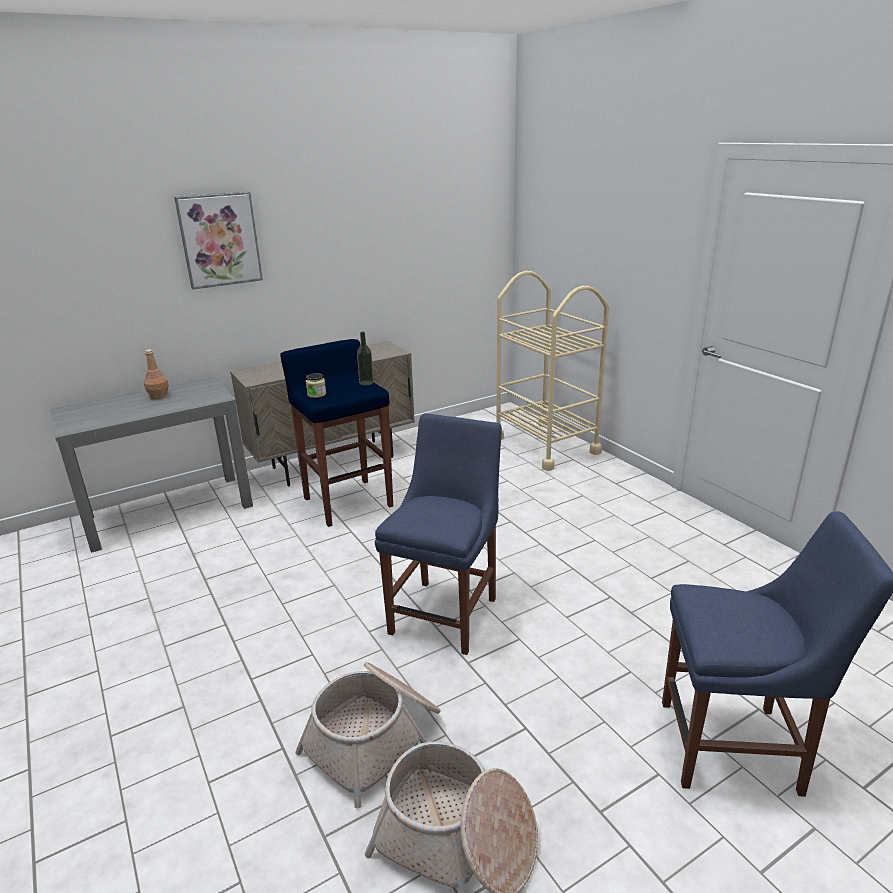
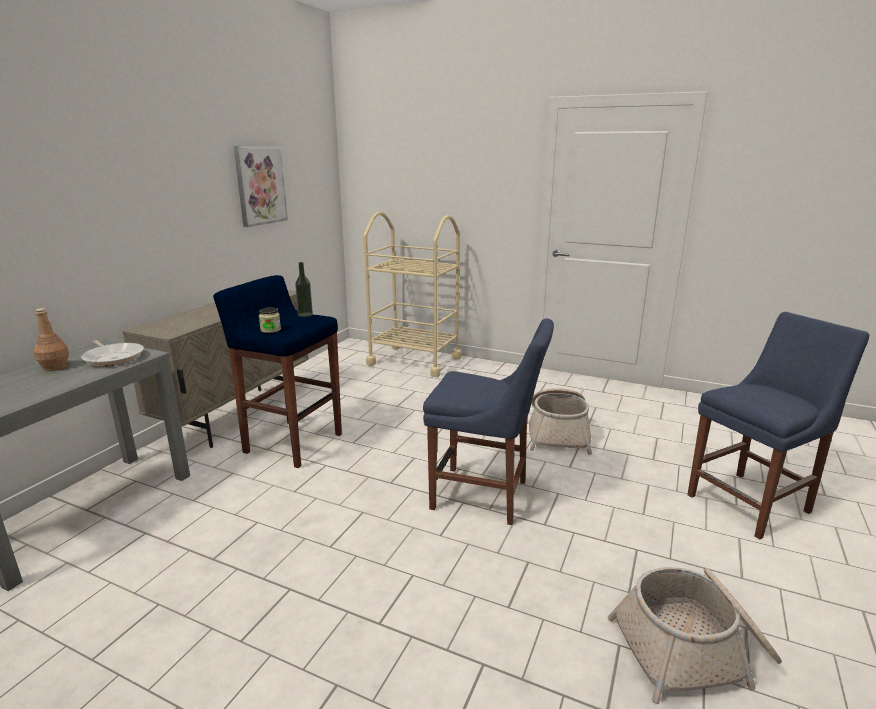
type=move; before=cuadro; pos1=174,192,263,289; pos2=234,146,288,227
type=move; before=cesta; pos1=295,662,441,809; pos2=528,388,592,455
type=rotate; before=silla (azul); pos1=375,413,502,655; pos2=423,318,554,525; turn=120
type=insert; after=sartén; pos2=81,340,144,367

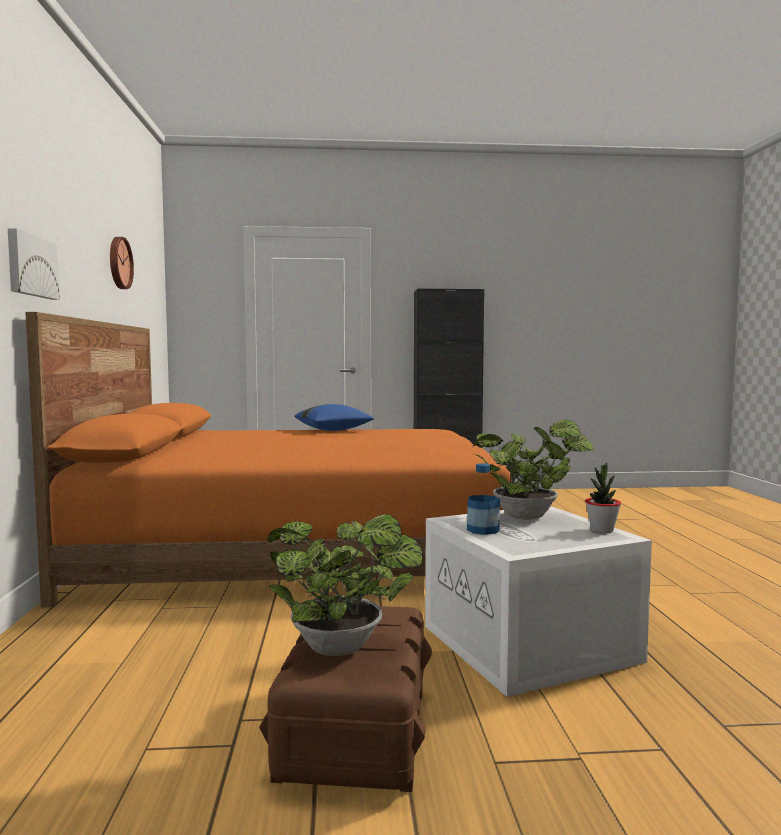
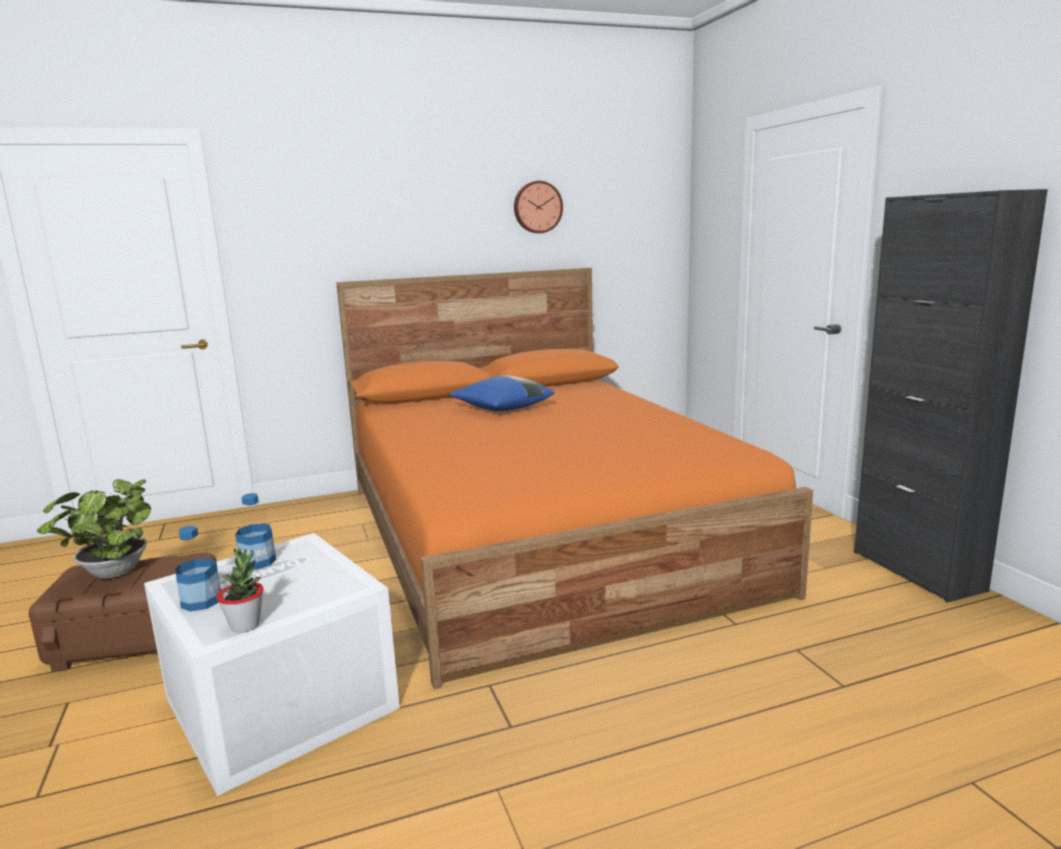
type=delete; before=cuadro; pos1=8,228,60,300
type=move; before=cojín (azul); pos1=294,404,374,431; pos2=449,375,554,411
type=delete; before=planta en maceta; pos1=472,419,594,520
type=insert; after=botella; pos2=175,526,221,612

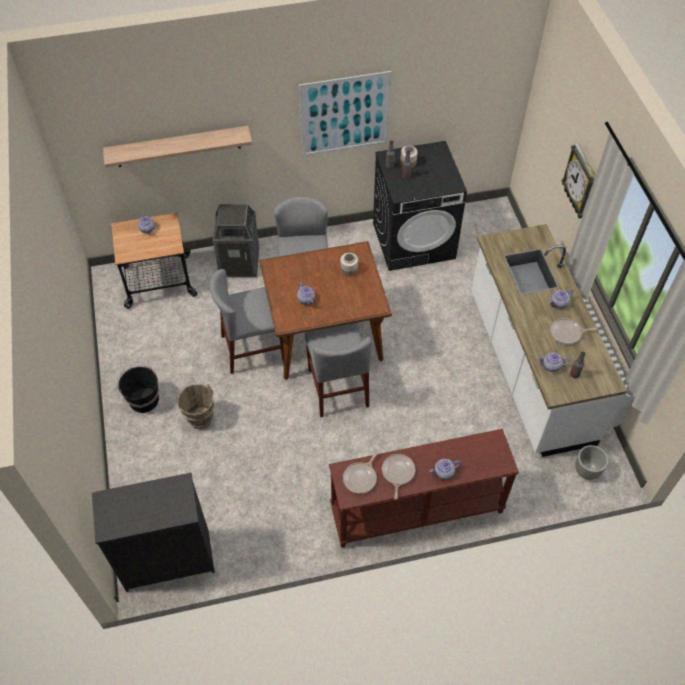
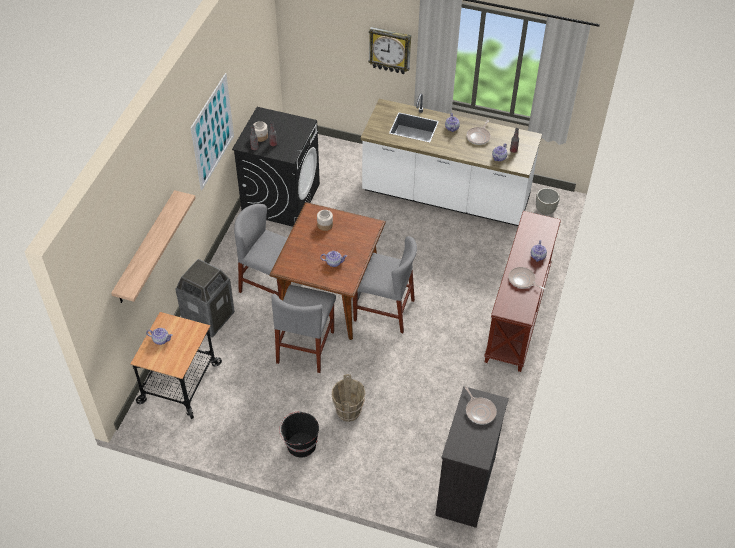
type=move; before=sartén; pos1=343,451,378,494; pos2=465,386,497,424

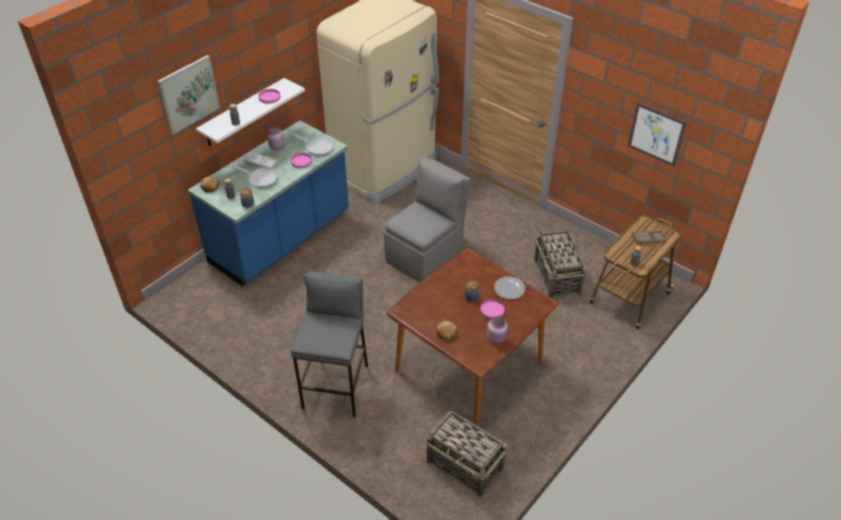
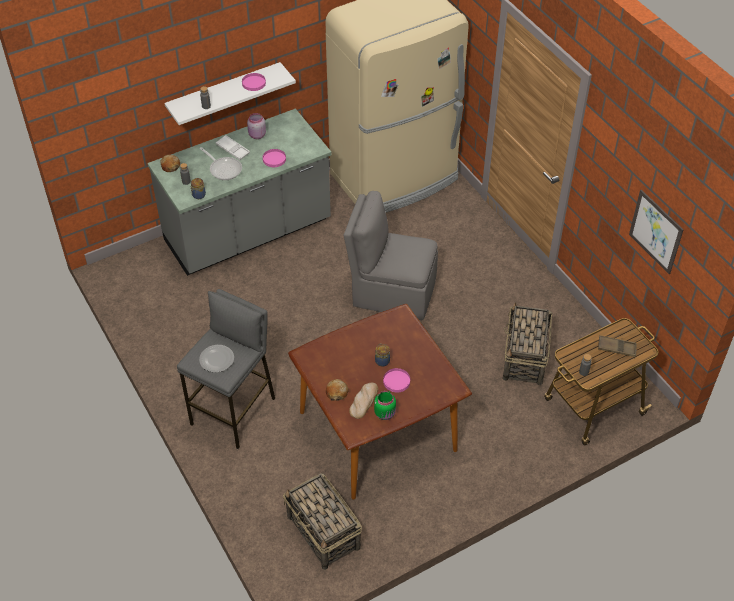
type=delete; before=cuadro; pos1=157,55,220,135
type=recolor; before=mueble bajo de cocina (azul); after=mueble bajo de cocina (gris); pos1=188,120,349,286; pos2=148,109,331,276
type=delete; before=sartén; pos1=292,133,334,156
type=rotate; before=silla (gris); pos1=384,158,470,282; pos2=344,191,438,320; turn=-135
type=recolor; before=tarro (rosa); after=tarro (verde); pos1=487,316,508,344; pos2=374,391,396,420
type=move; before=plato; pos1=494,277,525,299; pos2=199,345,234,372
type=insert; after=pan; pos2=349,383,378,419

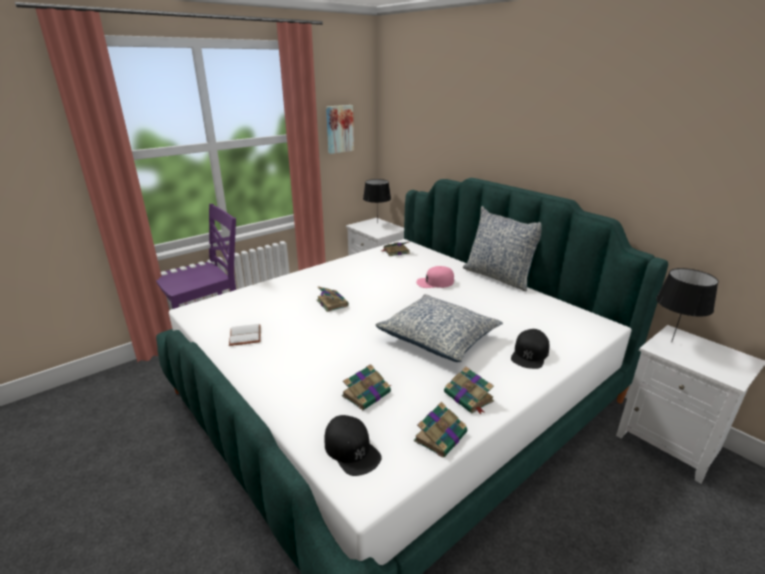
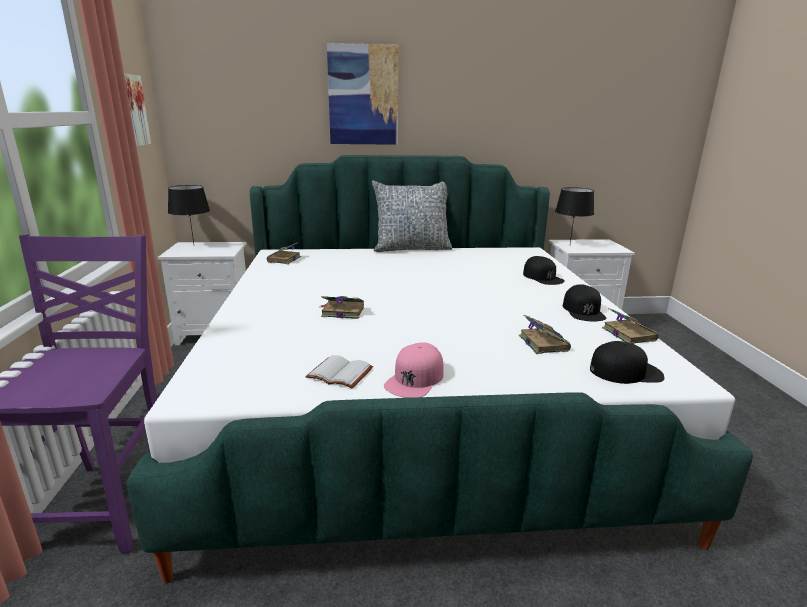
type=delete; before=cojín; pos1=376,294,503,362
type=move; before=gorra (rosa); pos1=416,266,454,288; pos2=384,342,444,398
type=replace; before=libro; after=gorra (negro); pos1=444,366,494,414; pos2=563,284,606,321
type=insert; after=cuadro; pos2=327,43,399,145

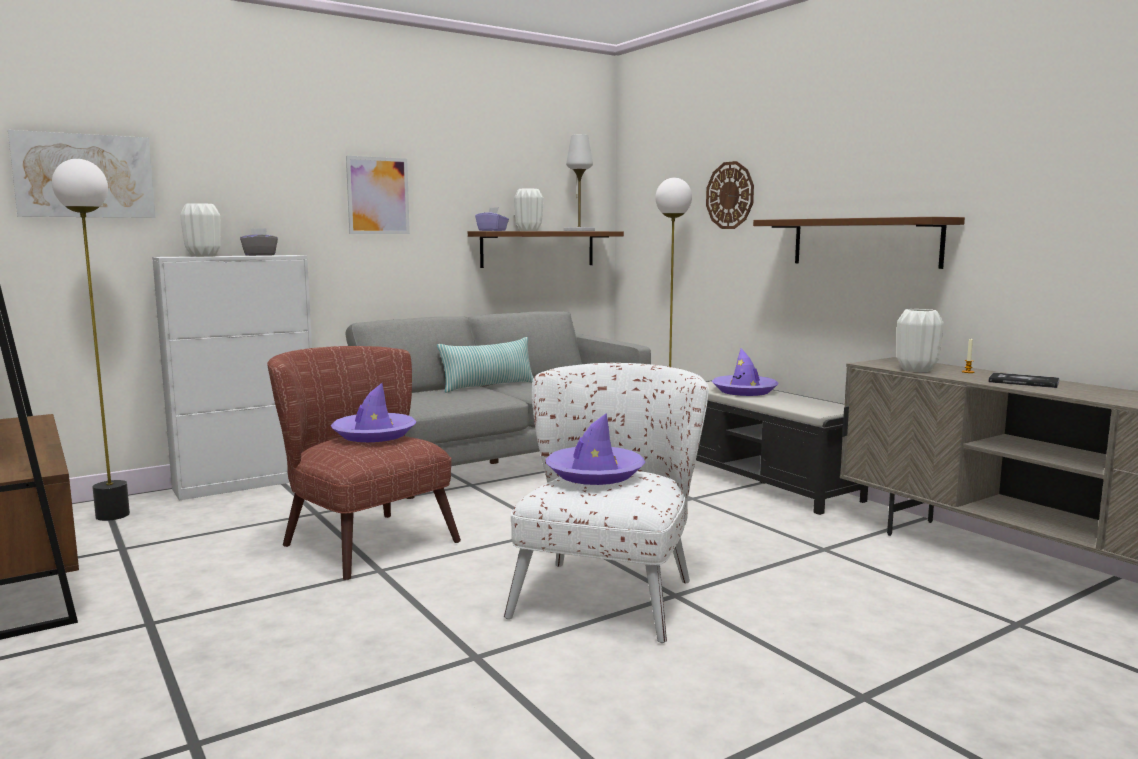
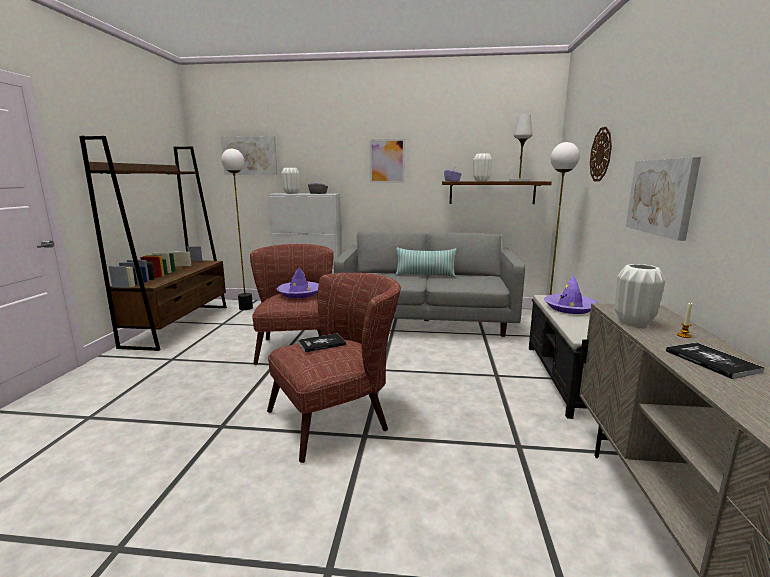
type=recolor; before=sillón (blanco); after=sillón (marrón); pos1=504,363,709,643; pos2=267,273,401,463
type=replace; before=sombrero (morado); after=libro; pos1=546,414,645,485; pos2=298,333,346,352
type=replace; before=estante (marrón); after=cuadro; pos1=753,217,965,269; pos2=626,157,701,241

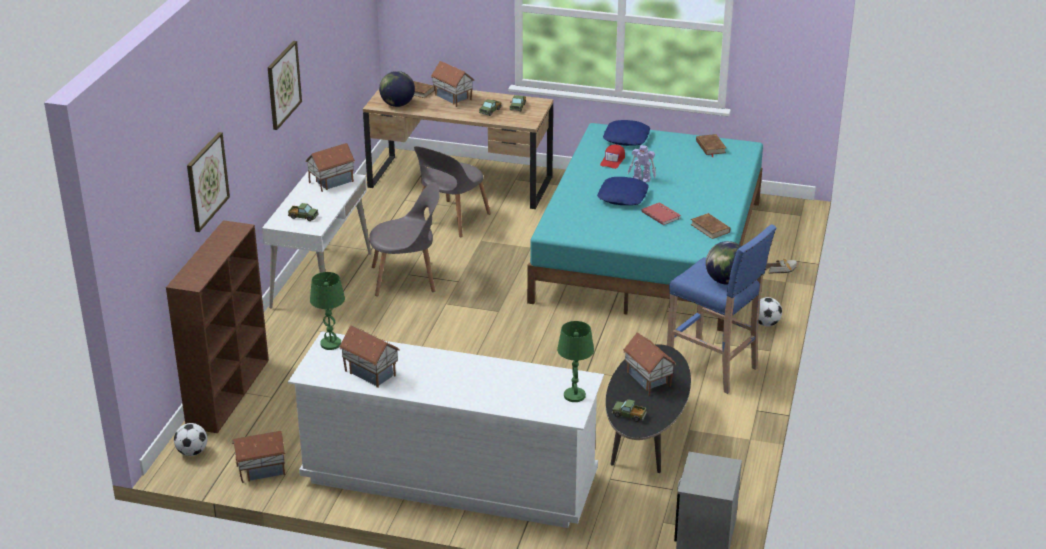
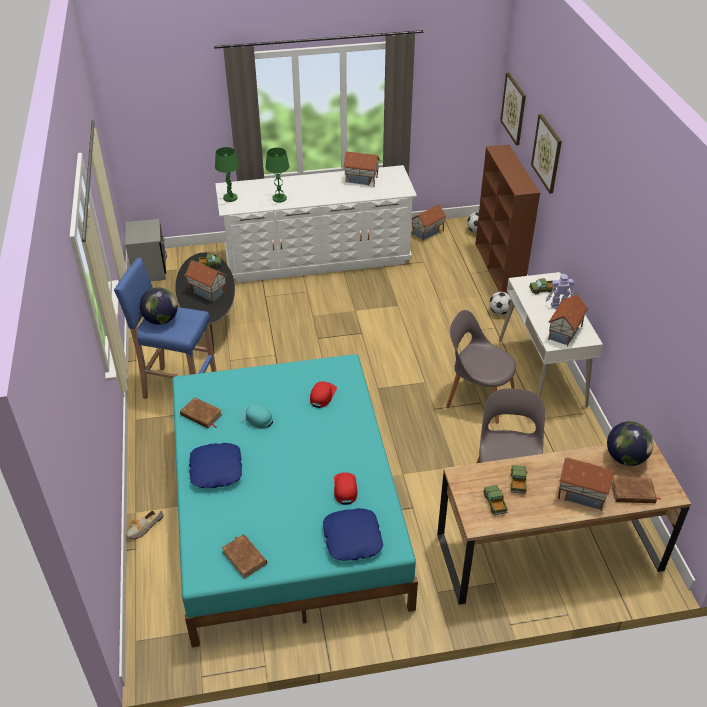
type=move; before=cuadro; pos1=268,41,302,130; pos2=500,73,526,145
type=move; before=lámpara de mesa (verde); pos1=310,272,345,350; pos2=266,148,289,203
type=rotate; before=silla (gris); pos1=369,182,440,296; pos2=446,310,516,424; turn=60
type=move; before=cojín (azul); pos1=597,177,649,205; pos2=189,443,242,488
type=move; before=robot de juguete; pos1=628,145,656,183; pos2=546,274,574,309
type=replace; before=libro (rojo); after=gorra (turquesa); pos1=642,202,681,225; pos2=236,404,273,429
type=move; before=balón de fútbol; pos1=758,297,782,326; pos2=489,292,511,315
type=insert; after=gorra (rojo); pos2=310,381,337,408

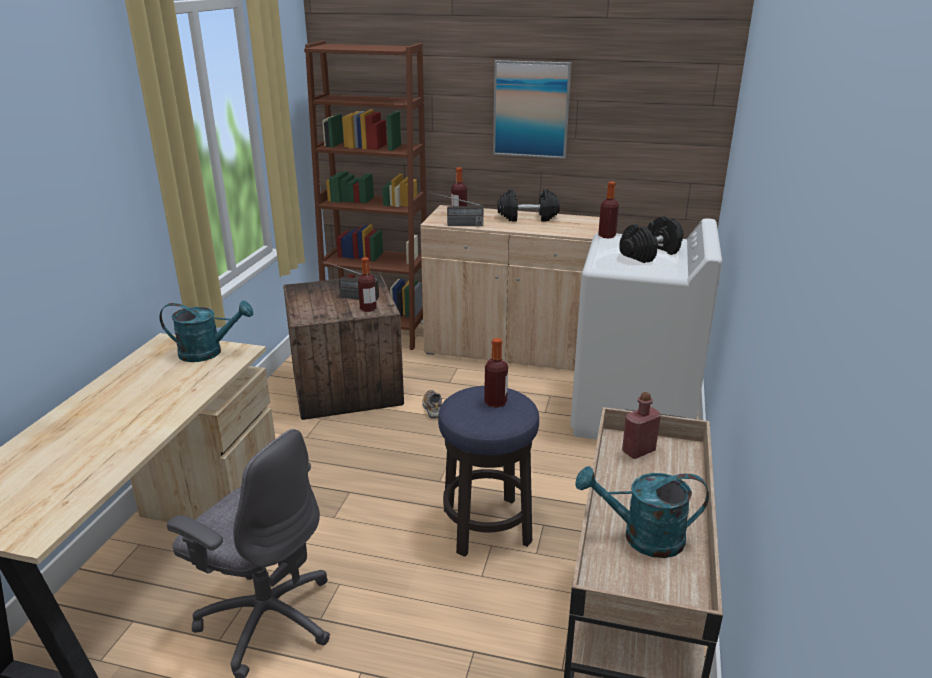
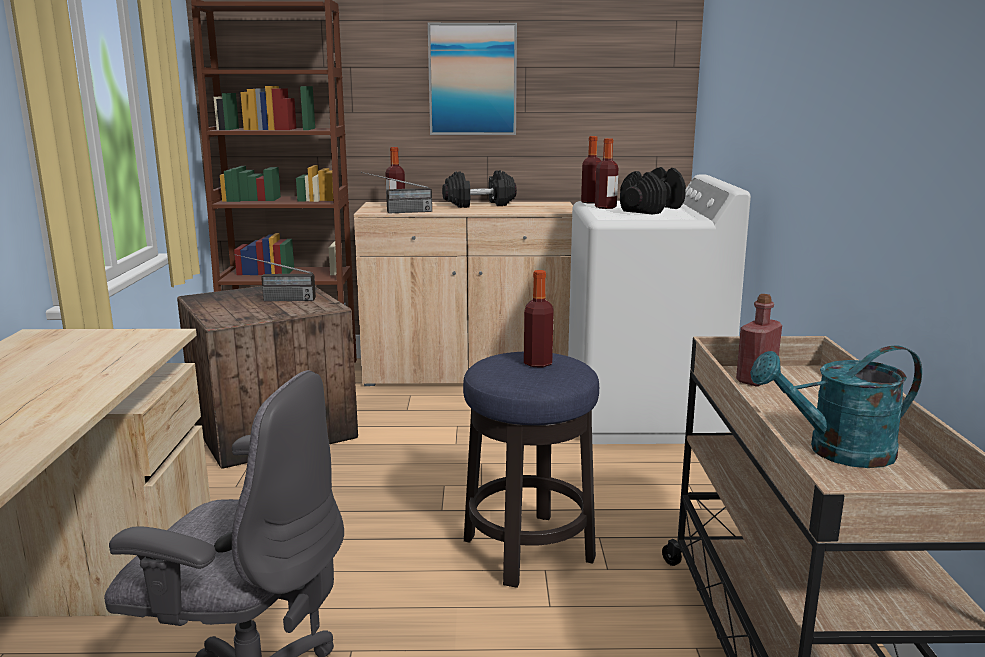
type=delete; before=regadera (turquesa); pos1=160,301,253,362
type=move; before=botella; pos1=358,257,377,312; pos2=595,138,618,209
type=delete; before=zapato; pos1=423,390,442,419

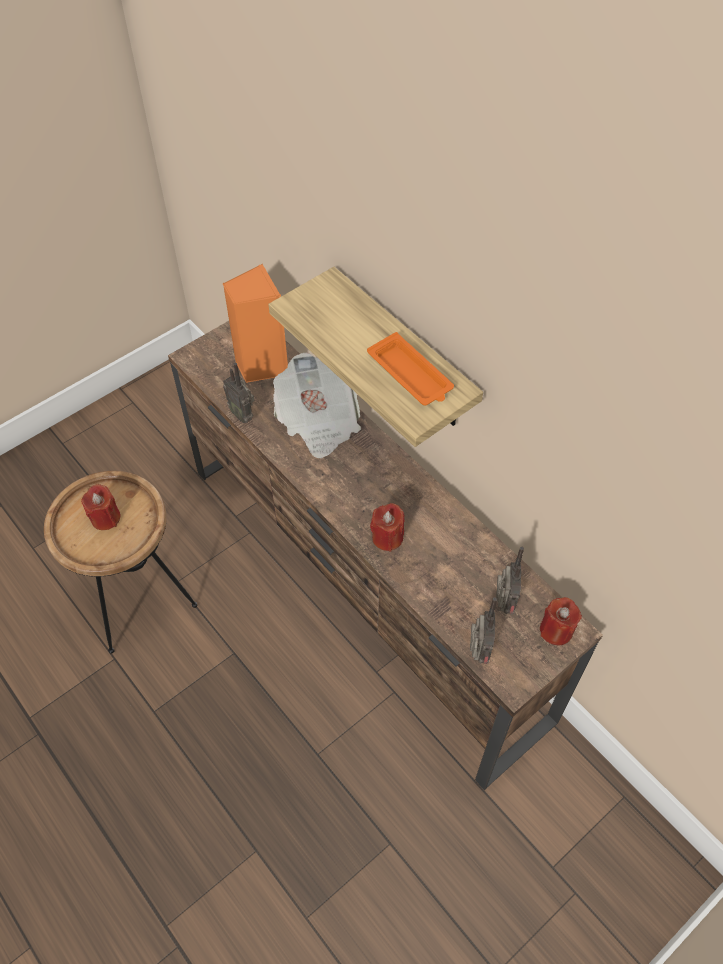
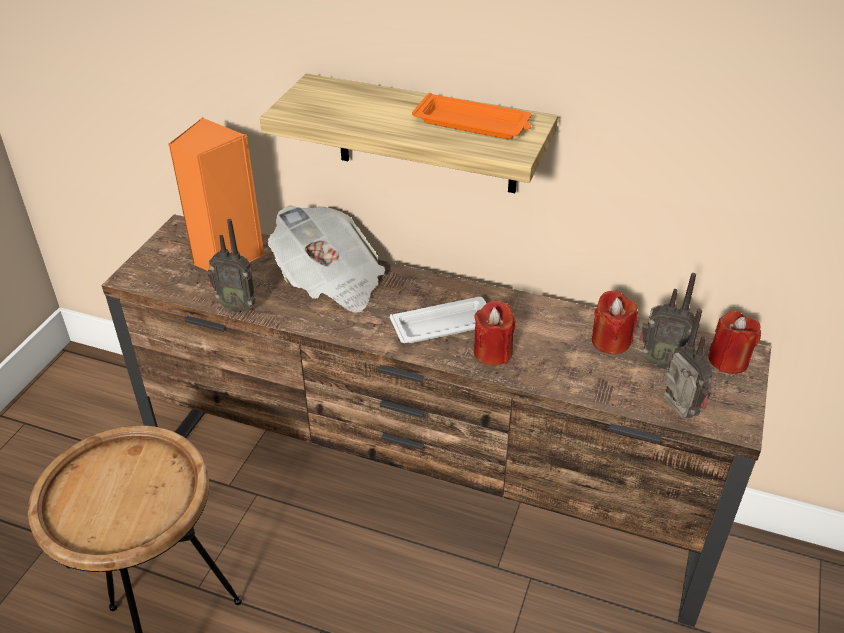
type=move; before=vela (rojo); pos1=81,484,121,530; pos2=592,290,638,355
type=rotate; before=radio; pos1=496,547,524,614; pos2=639,273,696,370; turn=135
type=insert; after=bandeja (blanco); pos2=390,297,487,343

